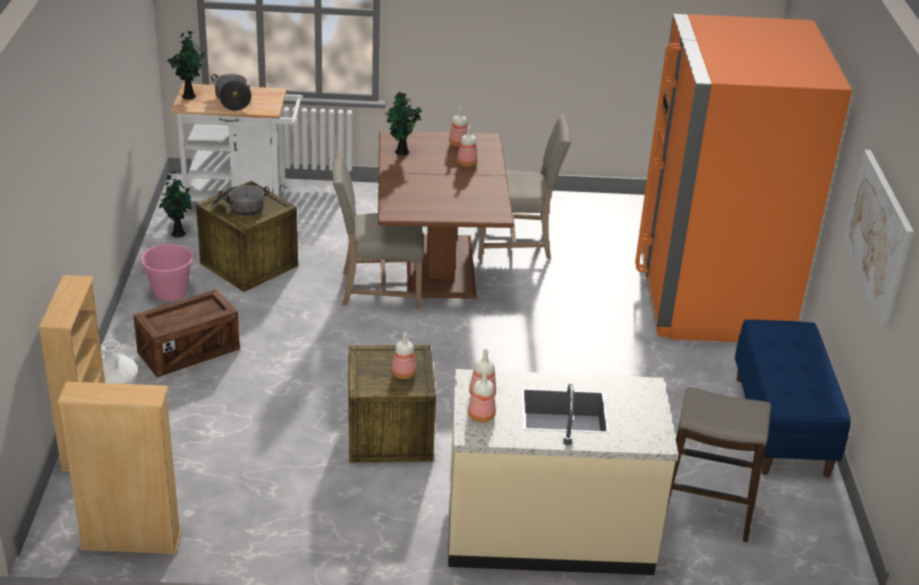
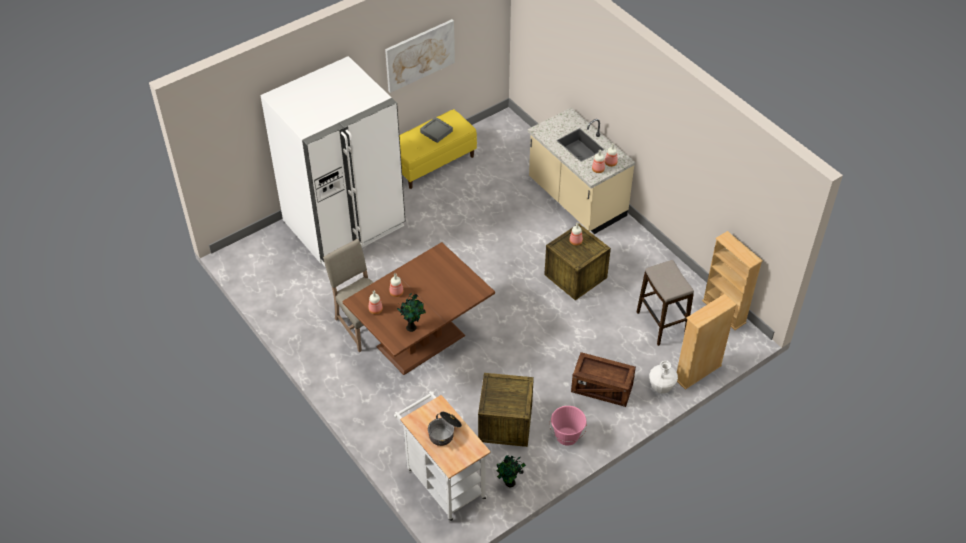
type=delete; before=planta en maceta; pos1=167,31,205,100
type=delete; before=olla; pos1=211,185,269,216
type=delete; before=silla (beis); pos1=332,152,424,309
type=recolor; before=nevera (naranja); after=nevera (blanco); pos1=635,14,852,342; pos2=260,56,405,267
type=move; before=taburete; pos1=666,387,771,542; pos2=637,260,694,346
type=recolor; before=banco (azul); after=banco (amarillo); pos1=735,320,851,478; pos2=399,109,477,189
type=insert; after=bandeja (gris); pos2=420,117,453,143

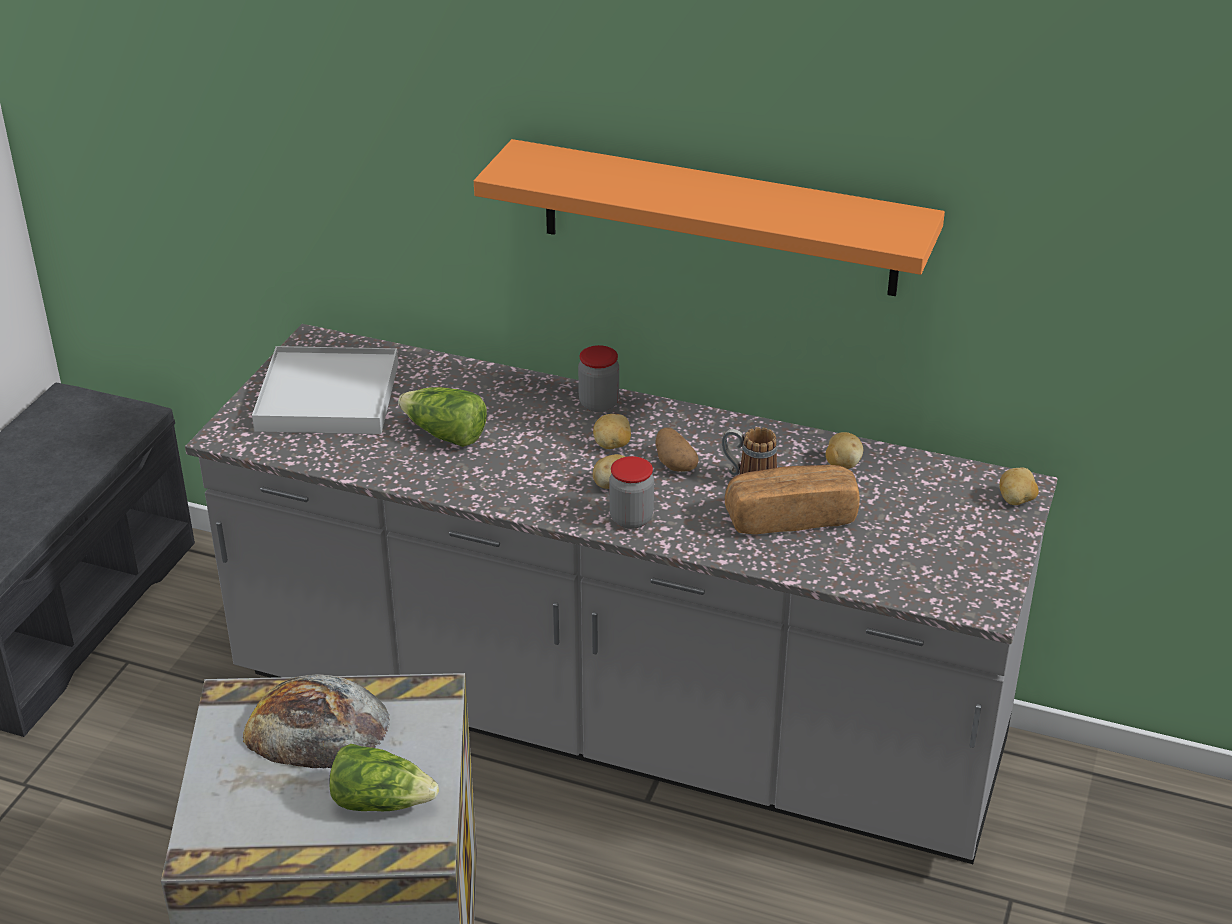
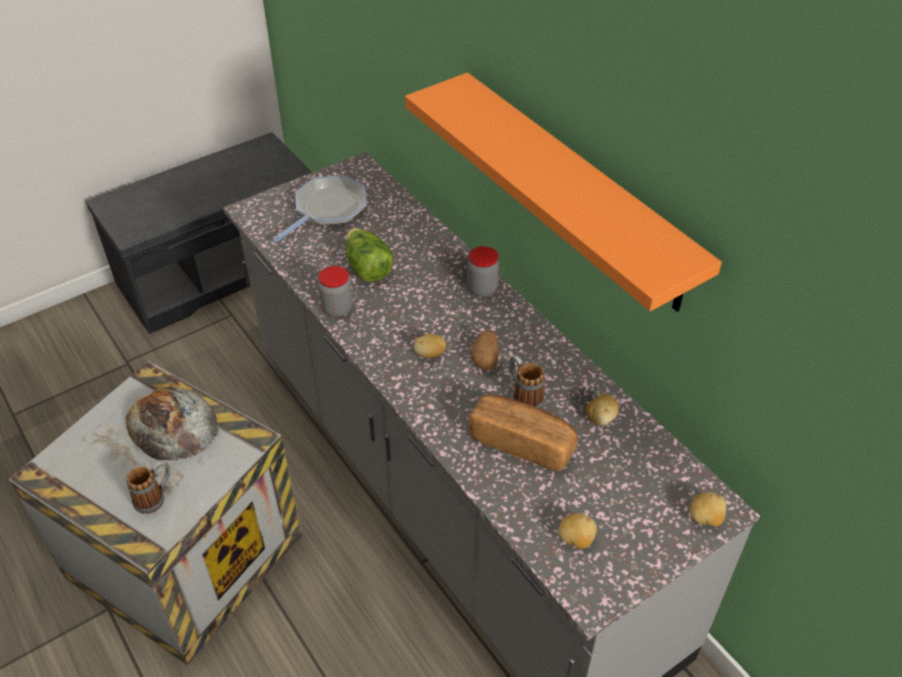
type=replace; before=bandeja (blanco); after=sartén; pos1=252,346,398,434; pos2=273,175,367,242
type=replace; before=lechuga; after=taza grande; pos1=330,744,439,811; pos2=126,461,171,514
type=move; before=patata; pos1=593,414,631,449; pos2=559,513,597,549
type=move; before=tarro; pos1=609,456,654,529; pos2=318,266,353,317

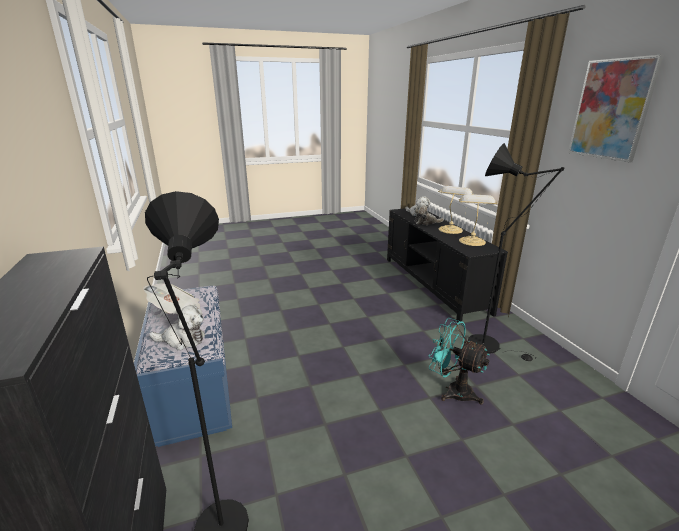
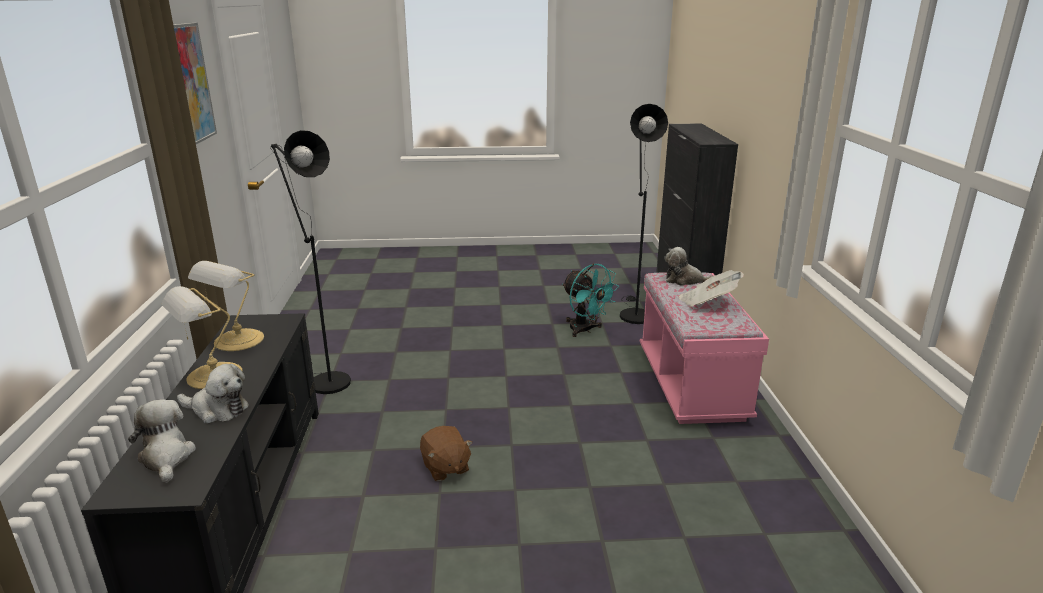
type=recolor; before=banco (azul); after=banco (rosa); pos1=134,286,232,447; pos2=640,272,769,424
type=move; before=ventilador (turquesa); pos1=428,318,490,405; pos2=562,264,618,337
type=insert; after=peluche (marrón); pos2=420,426,473,481

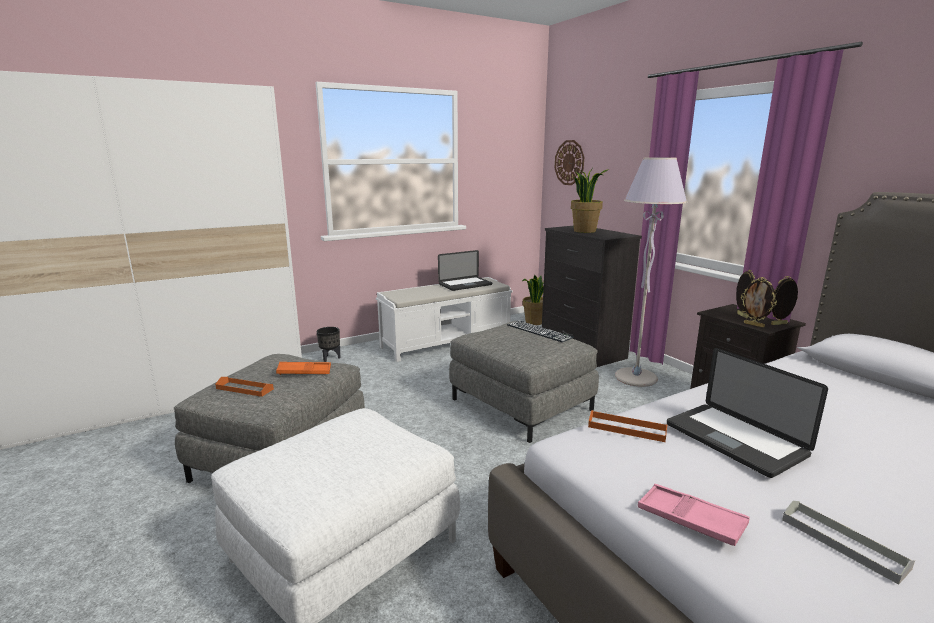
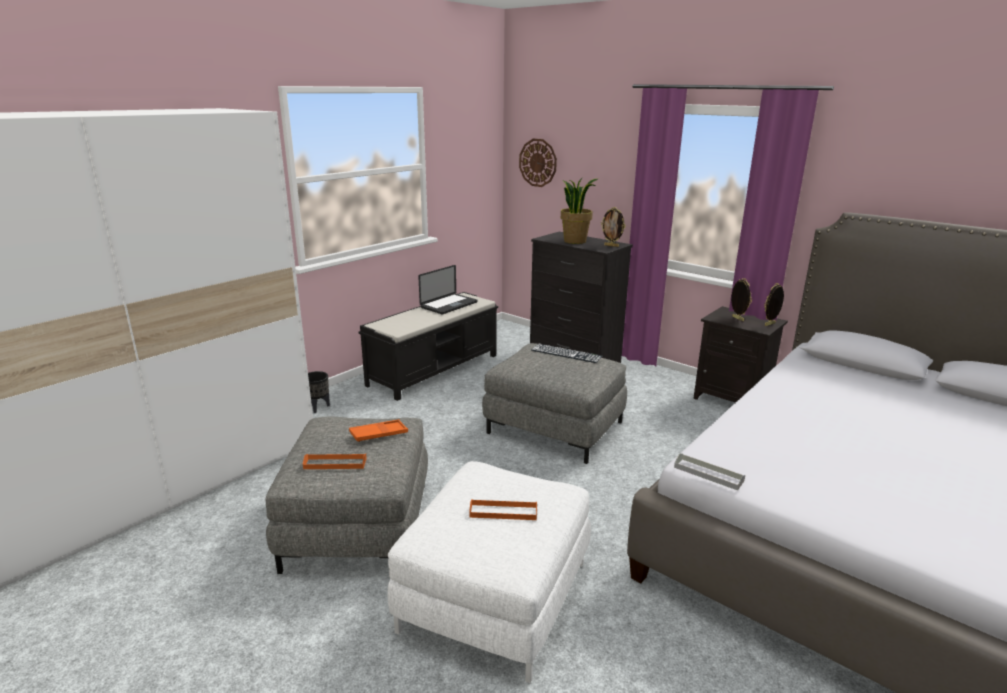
type=recolor; before=banco (blanco); after=banco (negro); pos1=376,277,513,362; pos2=359,292,498,401
type=delete; before=planta en maceta; pos1=522,275,544,325
type=move; before=bandeja (naranja); pos1=588,410,667,442; pos2=469,499,537,520
type=delete; before=lámpara de pie (gris); pos1=615,157,687,387
type=delete; before=bandeja (rosa); pos1=638,484,750,546
type=delete; before=portátil; pos1=667,348,828,478
type=move; before=portarretratos; pos1=741,277,777,327; pos2=601,207,626,247
type=move; before=bandeja (gris); pos1=782,501,915,585; pos2=674,453,745,491

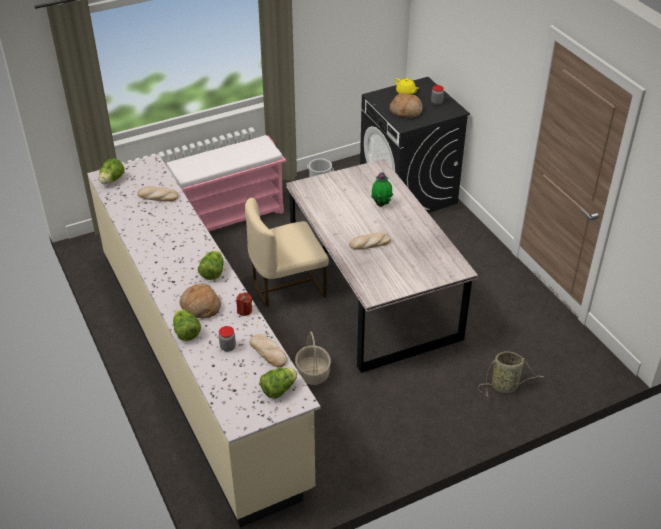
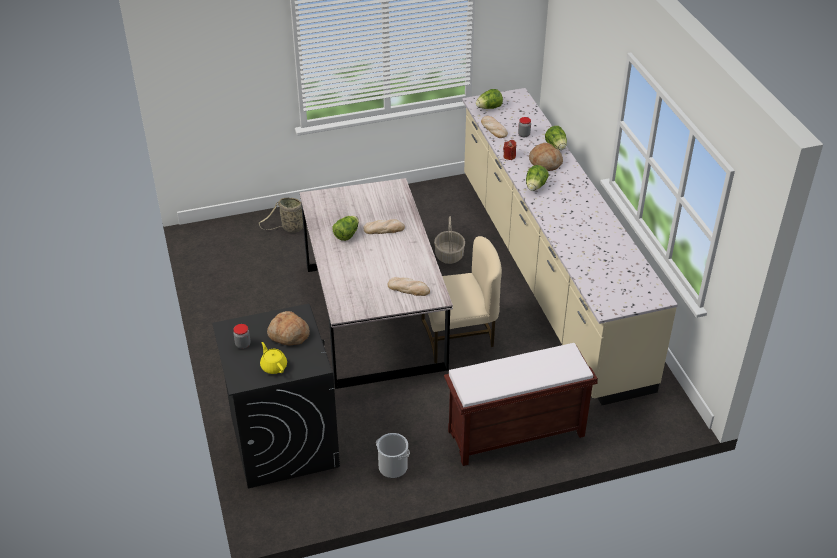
type=move; before=lechuga; pos1=99,158,125,184; pos2=332,216,359,241
type=move; before=pan; pos1=137,186,179,202; pos2=388,277,430,296
type=recolor; before=banco (rosa); after=banco (marrón); pos1=165,135,286,231; pos2=444,343,598,466
type=delete; before=planta en maceta; pos1=371,172,393,207

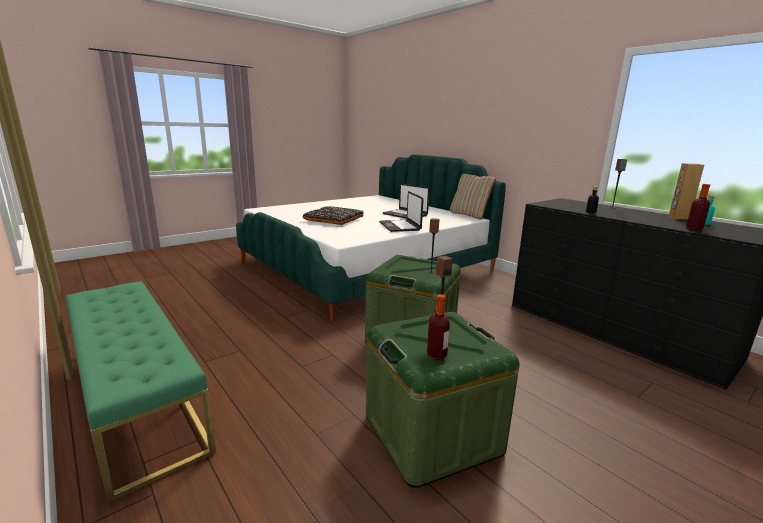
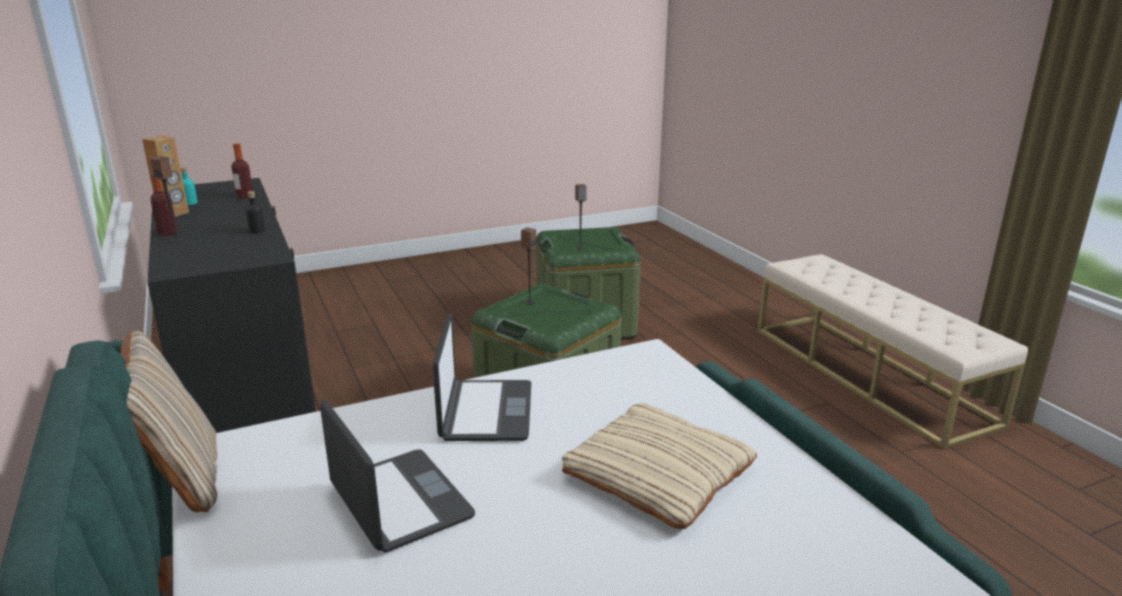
type=recolor; before=banco (verde); after=banco (beis); pos1=66,281,216,503; pos2=758,254,1028,449
type=recolor; before=cojín (negro); after=cojín (beis); pos1=302,206,364,225; pos2=562,403,757,529
type=move; before=botella; pos1=427,294,450,360; pos2=150,173,178,236

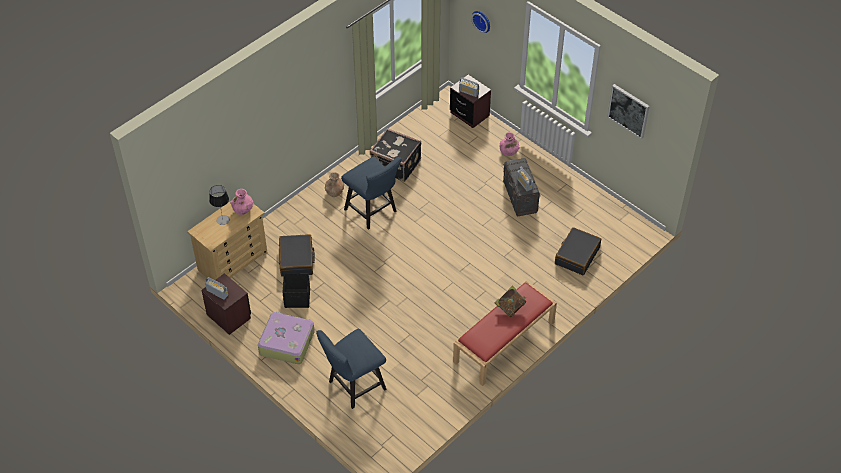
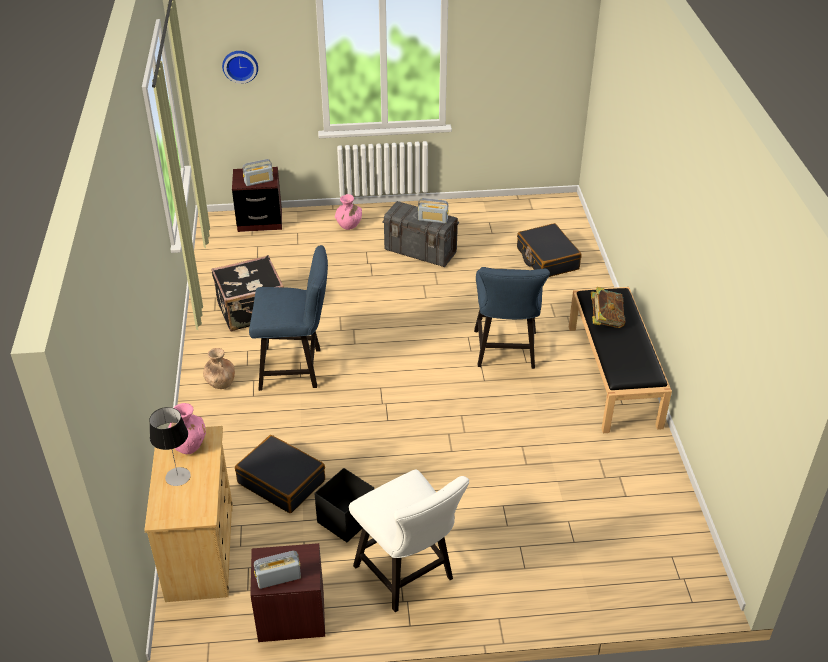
type=replace; before=maleta; after=silla (blanco); pos1=258,312,315,364; pos2=349,470,469,612
type=move; before=silla (azul); pos1=316,328,387,409; pos2=474,267,550,369
type=recolor; before=banco (rojo); after=banco (negro); pos1=453,281,557,386; pos2=569,287,672,433
type=delete; before=cuadro; pos1=607,84,650,139

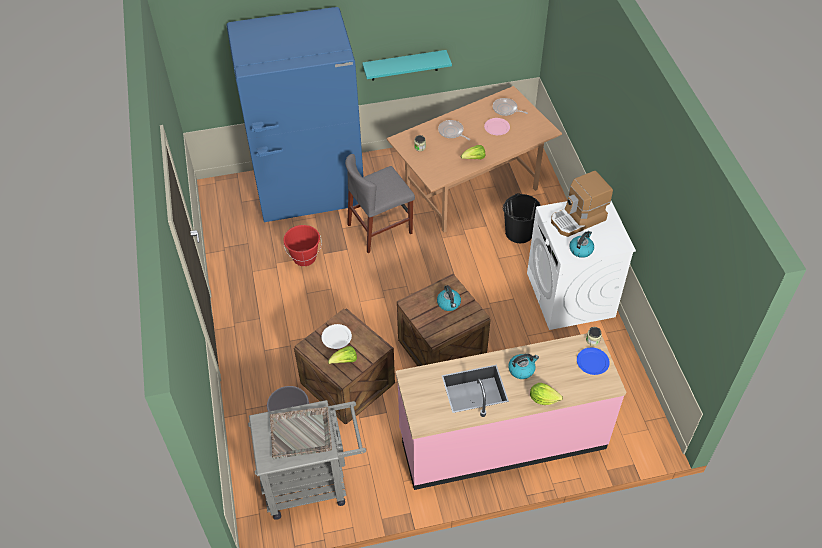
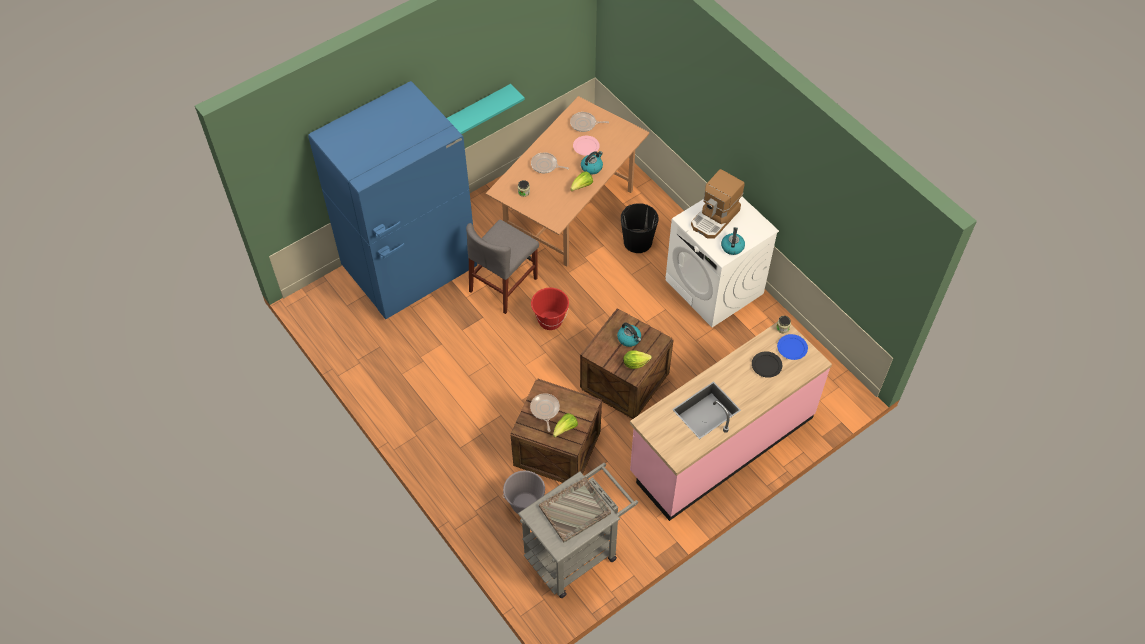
type=move; before=cubo (rojo); pos1=283,225,322,266; pos2=531,288,569,330
type=replace; before=plato (blanco); after=sartén; pos1=322,324,352,349; pos2=530,393,560,432
type=move; before=hervidor; pos1=508,354,539,379; pos2=581,151,603,175
type=move; before=lechuga; pos1=530,383,563,405; pos2=623,350,652,369
type=insert; after=plato (negro); pos2=752,351,782,378

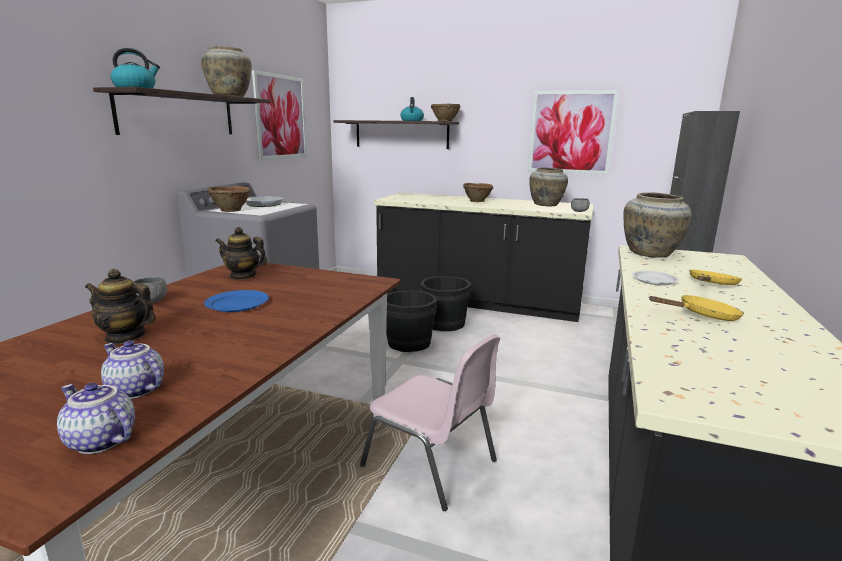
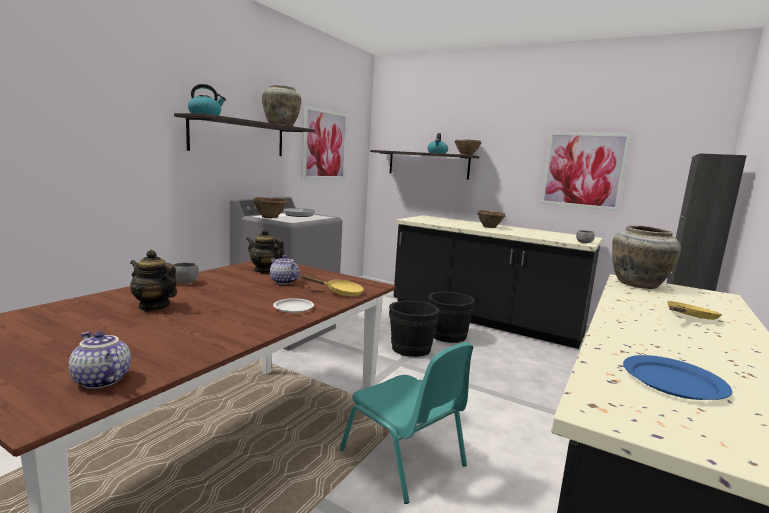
type=move; before=tetera; pos1=101,340,164,399; pos2=270,255,300,285
type=move; before=plato (azul); pos1=204,290,269,312; pos2=623,355,732,400
type=recolor; before=silla (rosa); after=silla (turquesa); pos1=360,335,500,511; pos2=340,342,473,504
type=delete; before=florero (beis); pos1=529,168,568,206
type=move; before=plato (blanco); pos1=632,271,679,285; pos2=273,298,314,313
type=move; before=sartén (amarillo); pos1=649,295,744,321; pos2=301,275,364,296

